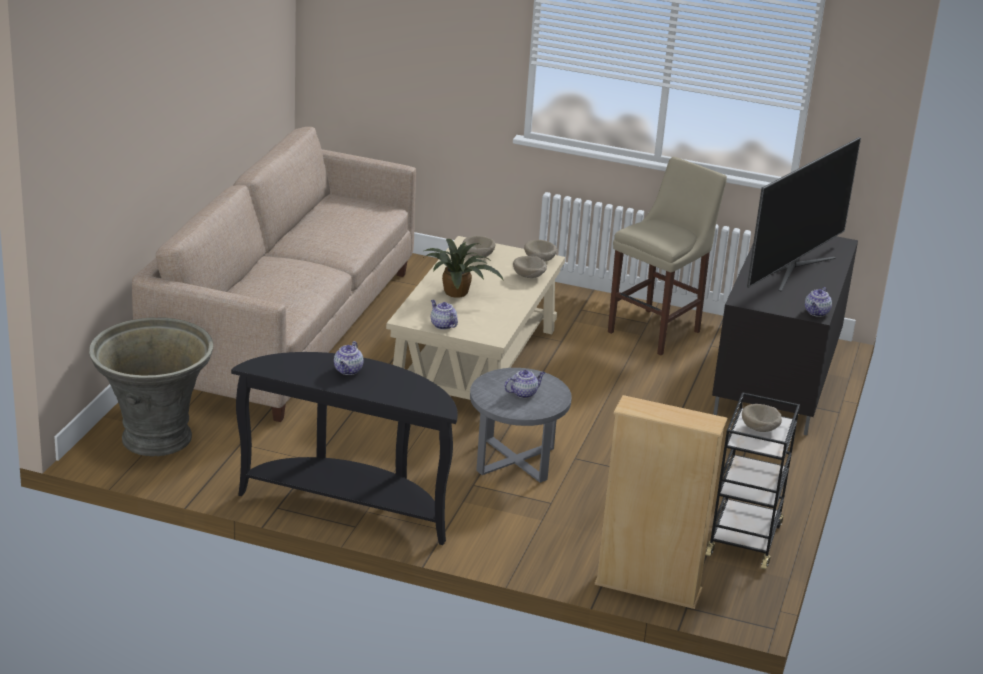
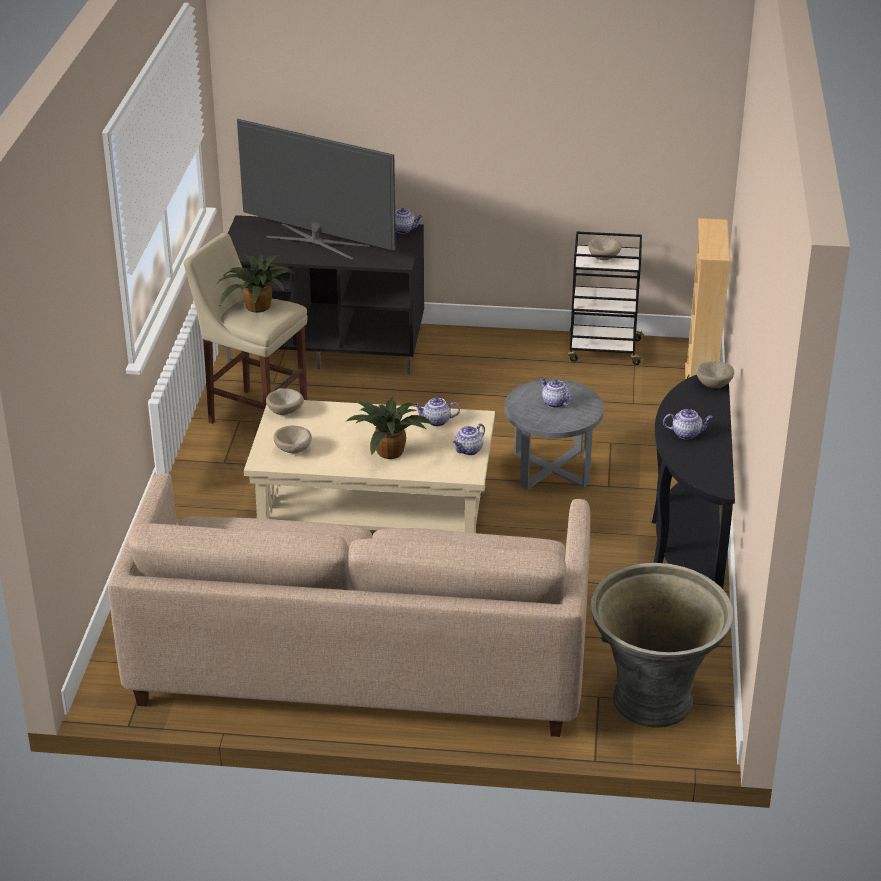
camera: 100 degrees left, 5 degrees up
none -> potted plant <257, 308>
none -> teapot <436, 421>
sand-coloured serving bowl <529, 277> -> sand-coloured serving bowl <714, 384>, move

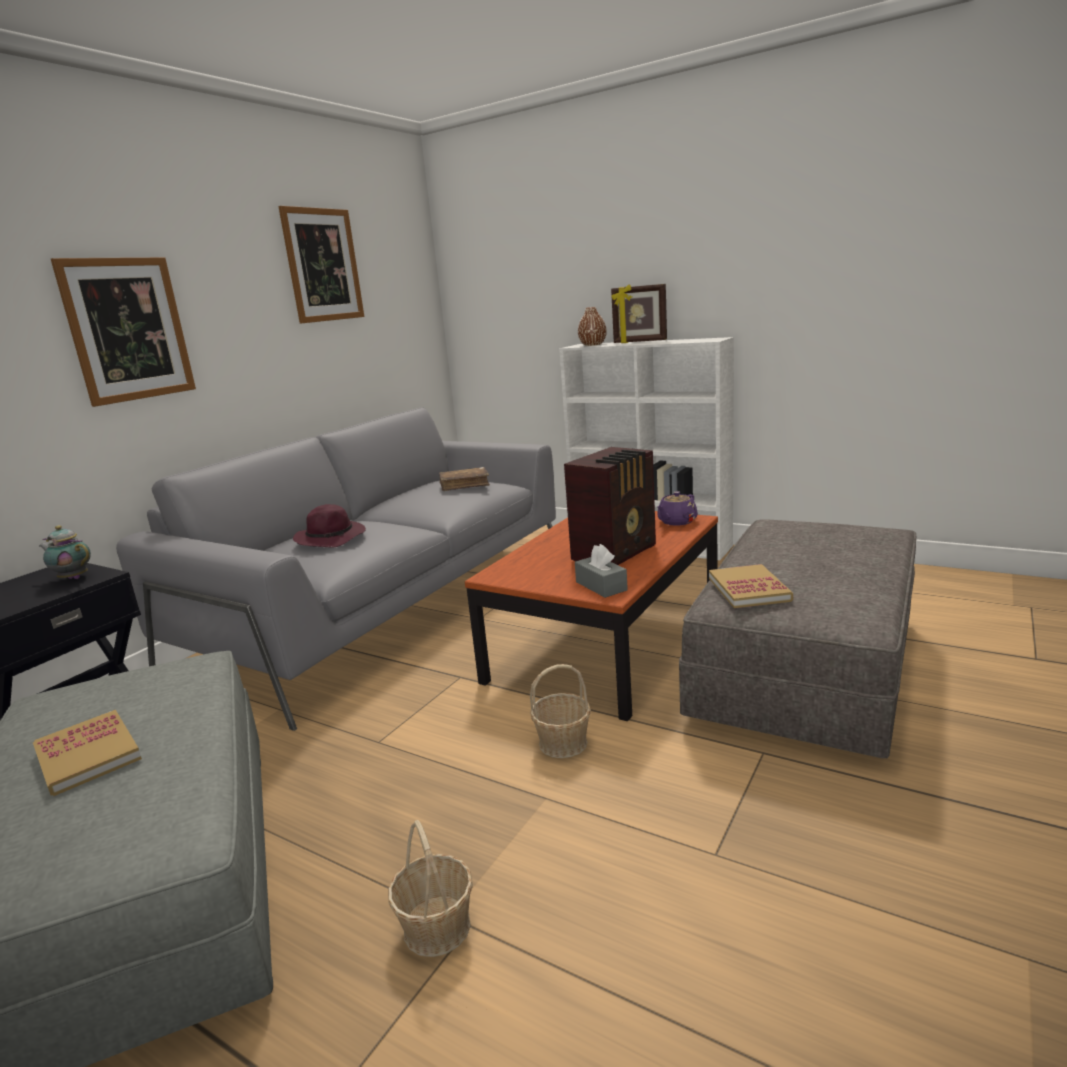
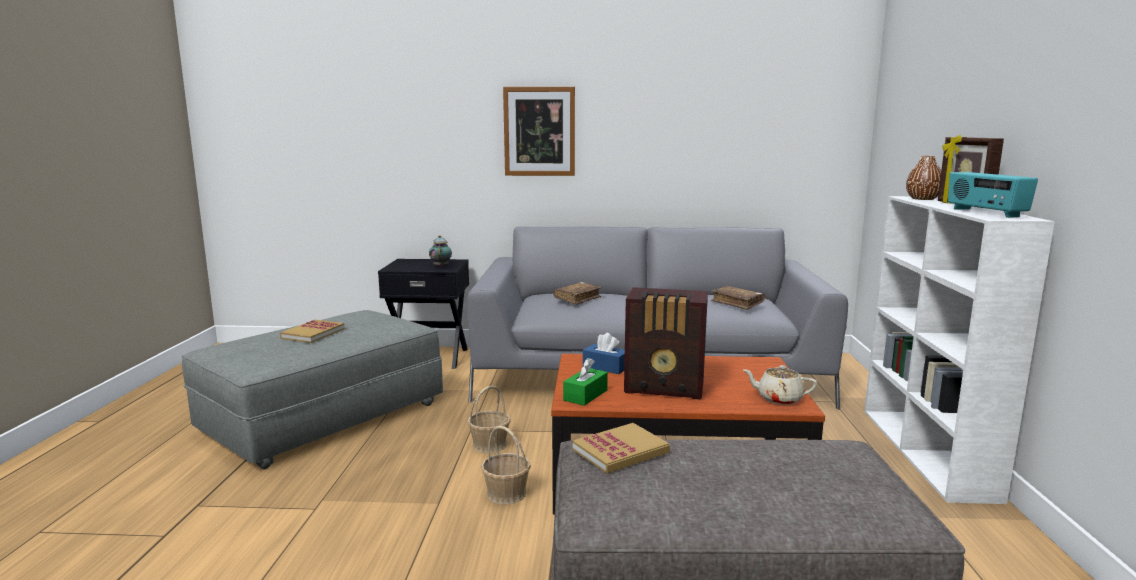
camera: 60 degrees right, 5 degrees down
wall art <323, 265> -> none
none -> bluish tissue holder <605, 367>
none -> radio set <985, 213>
storage basket <437, 927> -> storage basket <490, 445>, move
purple-coloured hat <332, 538> -> brown volume <577, 299>
grey tissue holder <601, 586> -> green-coloured tissue holder <585, 395>
purple-coloured teapot <676, 522> -> sand-coloured teapot <778, 399>

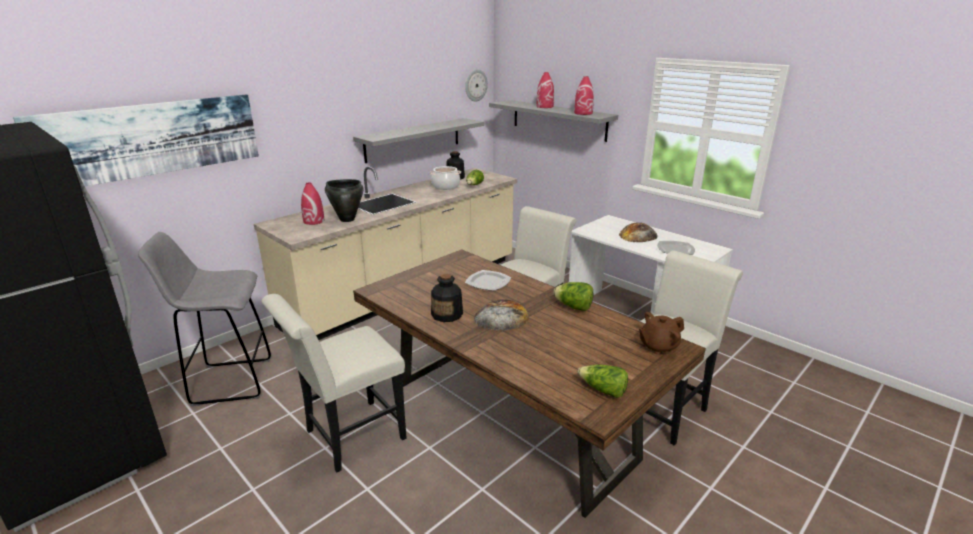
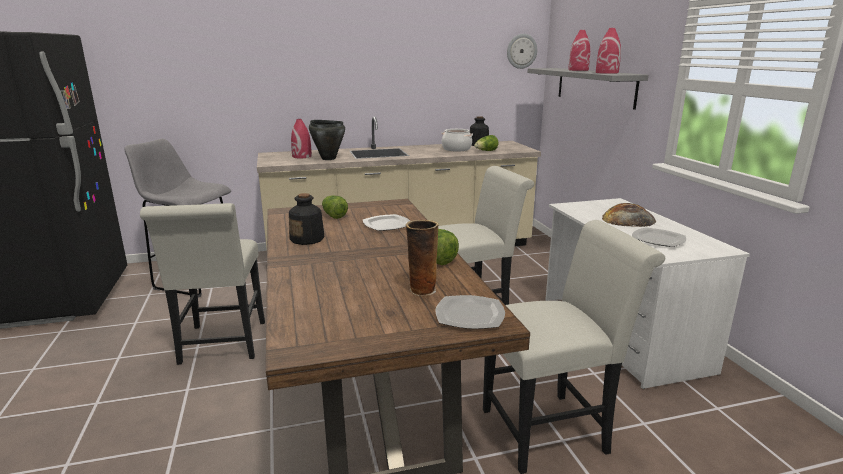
camera: 30 degrees right, 5 degrees down
wall art <152, 139> -> none
grey bracket shelf <413, 139> -> none
bread <501, 317> -> none
none -> vase <421, 289>
lettuce head <603, 390> -> lettuce head <333, 215>, move
brown teapot <658, 346> -> plate <470, 314>
white-coloured chair <348, 437> -> white-coloured chair <222, 346>, 90 degrees counterclockwise

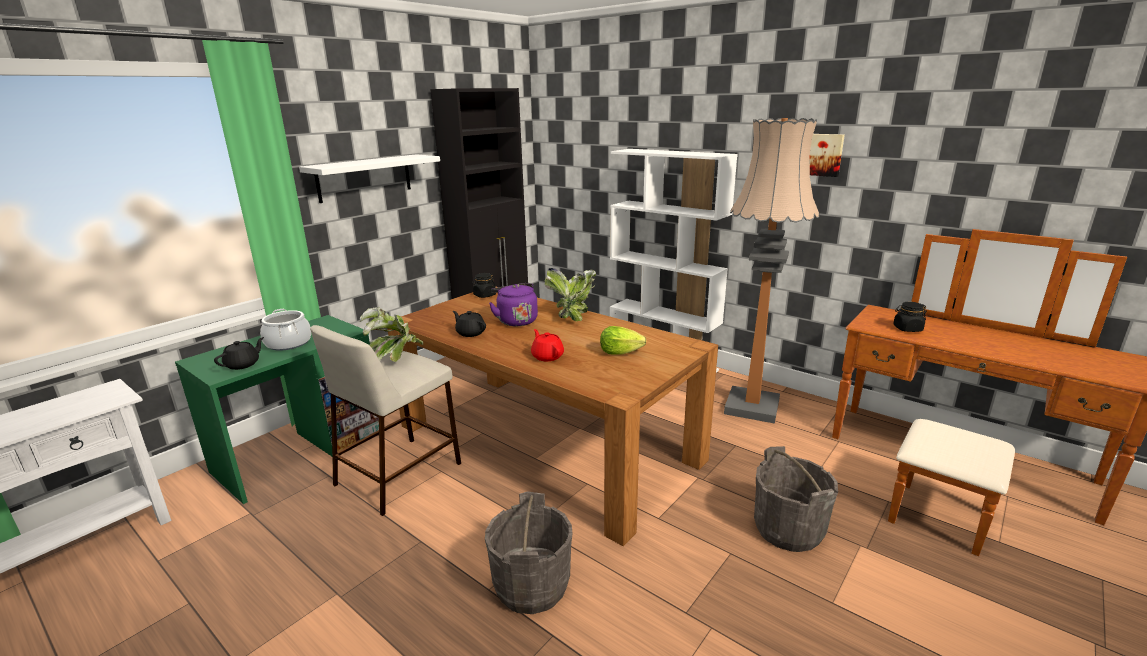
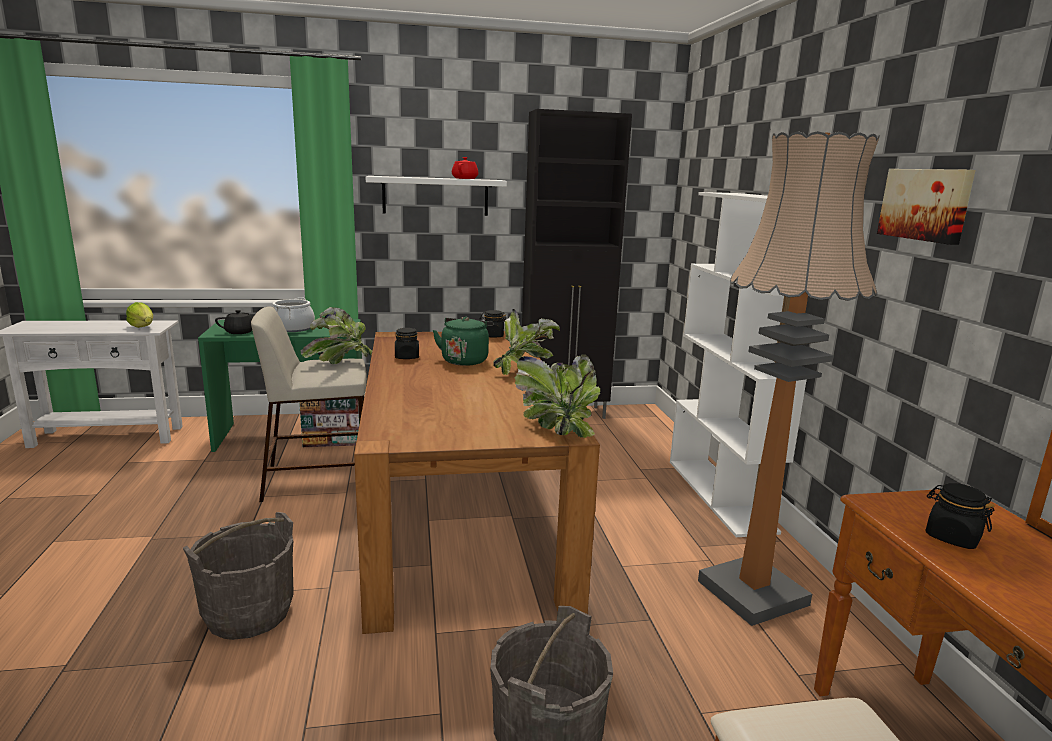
camera: 40 degrees right, 5 degrees down
none -> potted plant <557, 429>
red-coloured teapot <547, 356> -> red-coloured teapot <465, 178>, move
lettuce head <619, 352> -> lettuce head <143, 327>, move
black teapot <470, 333> -> black jar <407, 357>
purple-coloured tea kettle <516, 320> -> green-coloured tea kettle <465, 360>

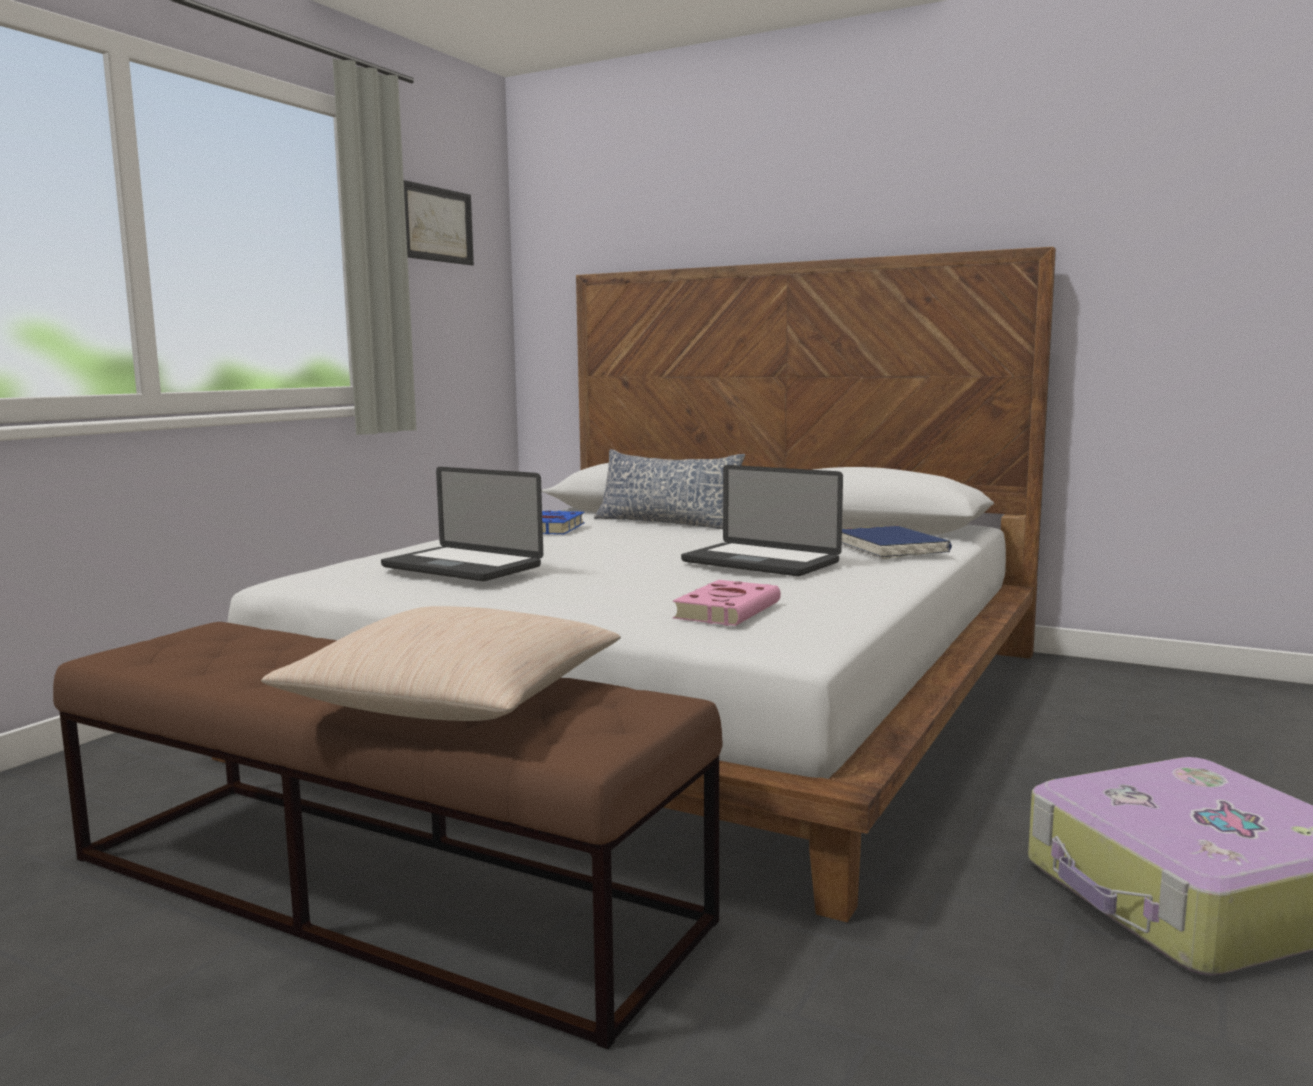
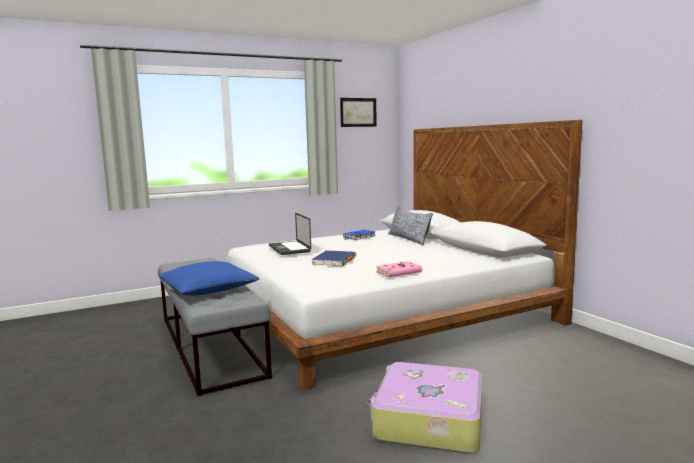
camera: 35 degrees right, 0 degrees up
laptop <760, 562> -> none
pink volume <728, 610> -> pink volume <399, 272>, move
bluish volume <890, 548> -> bluish volume <334, 261>, move
brown bench <379, 889> -> grey bench <210, 345>
sand-coloured pillow <457, 700> -> bluish pillow <208, 290>

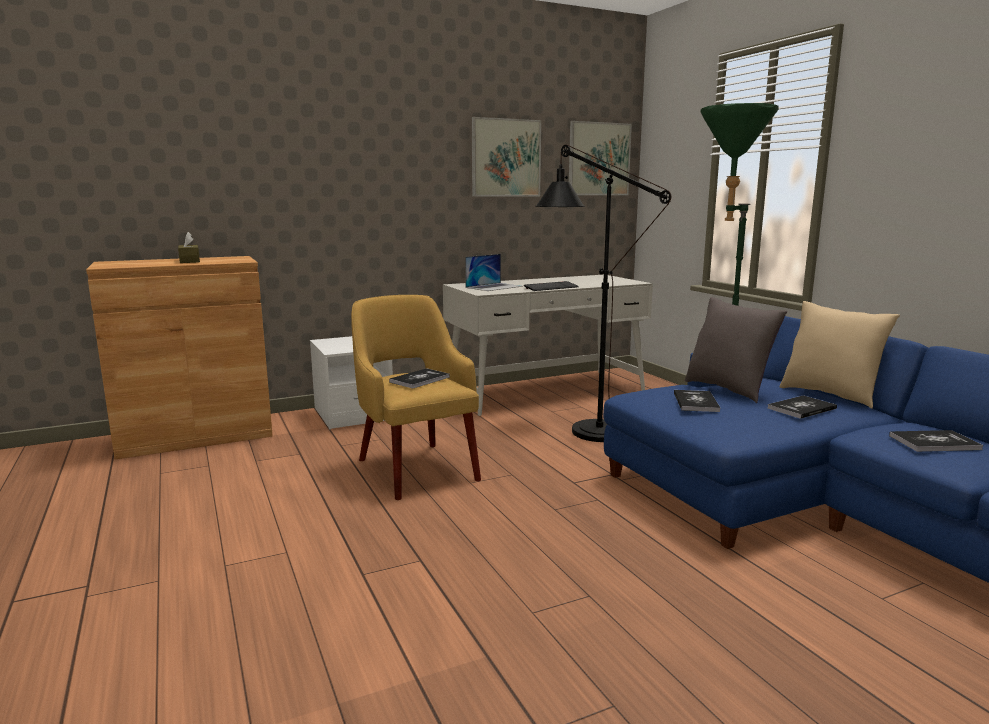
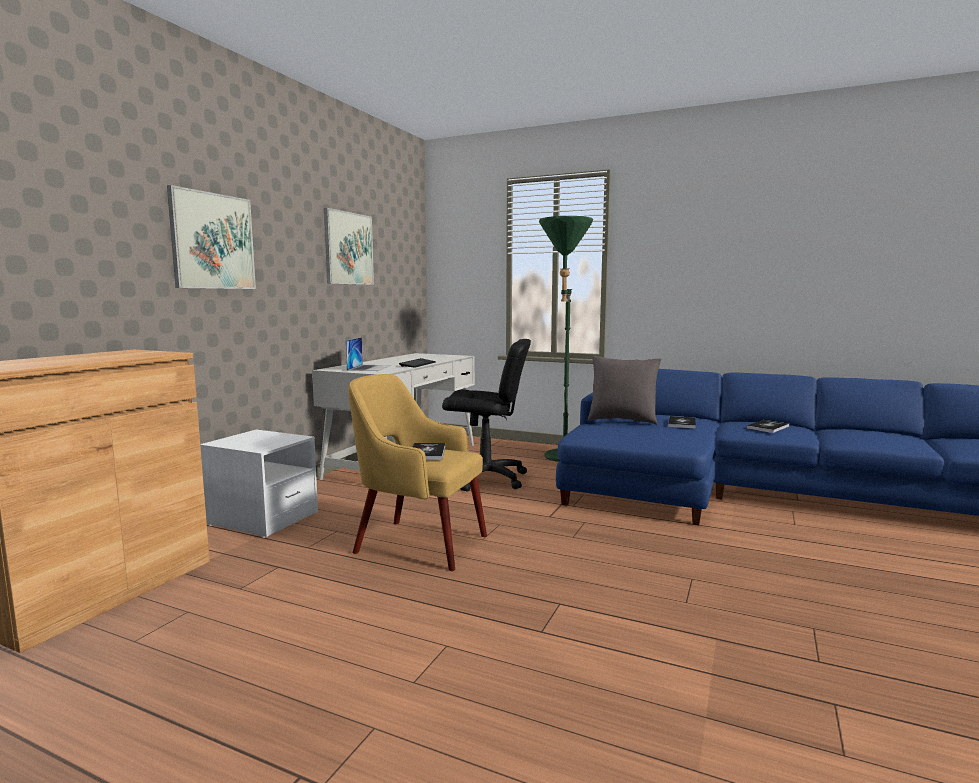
camera: 40 degrees left, 5 degrees down
brown tissue holder <189, 261> -> none
volume <695, 402> -> none
sand-coloured pillow <830, 395> -> none
wall art <599, 159> -> wall art <213, 241>, move
black standing lamp <587, 428> -> black office chair <486, 479>

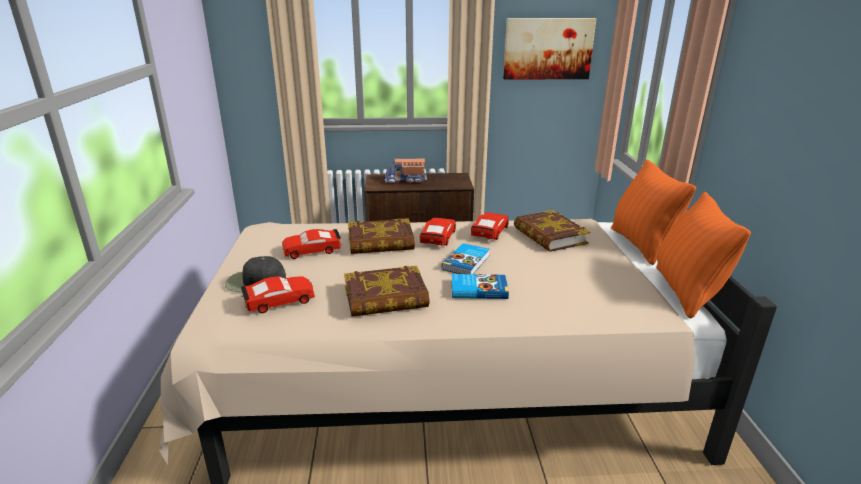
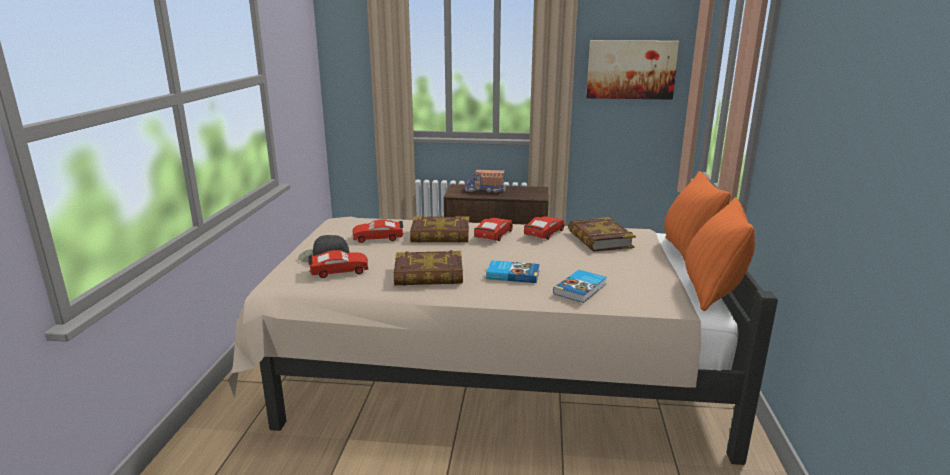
camera: 10 degrees right, 5 degrees down
volume <467, 262> -> volume <581, 289>, move

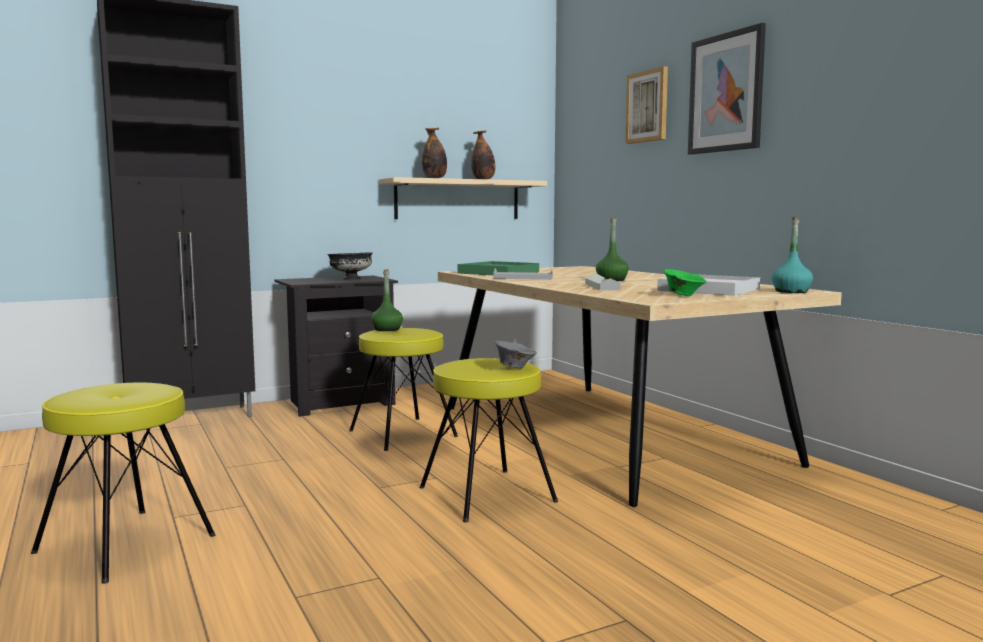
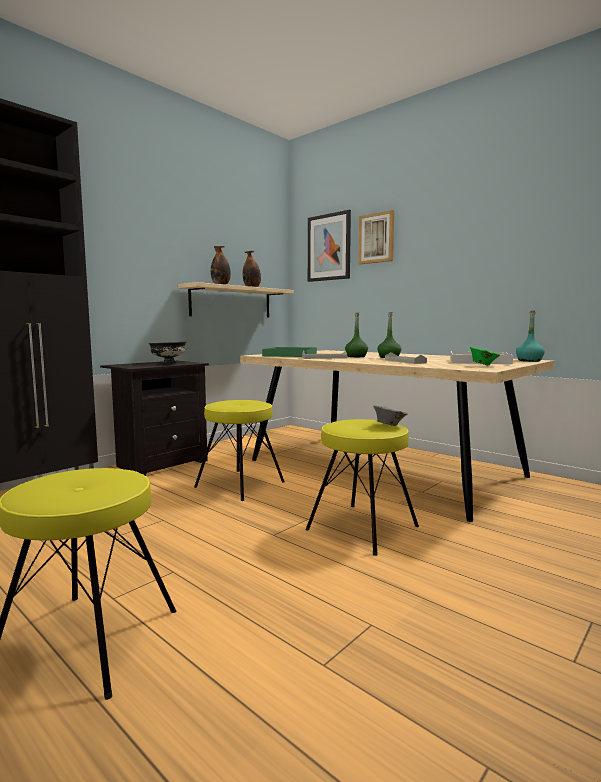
camera: 20 degrees left, 0 degrees up
green-coloured bottle <387, 329> -> green-coloured bottle <356, 356>, move
wall art <726, 93> -> wall art <329, 247>, move

